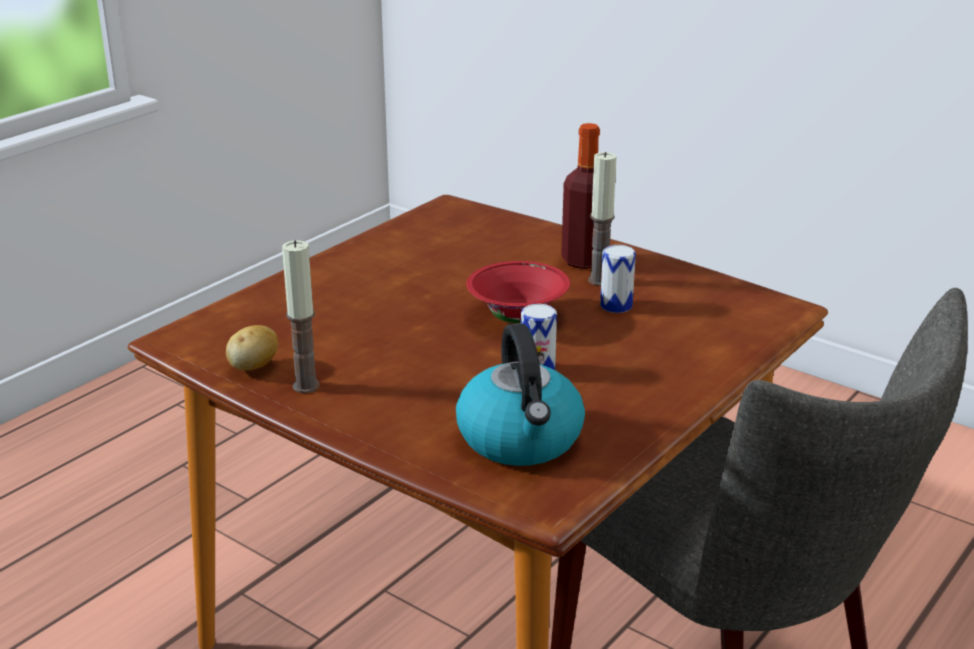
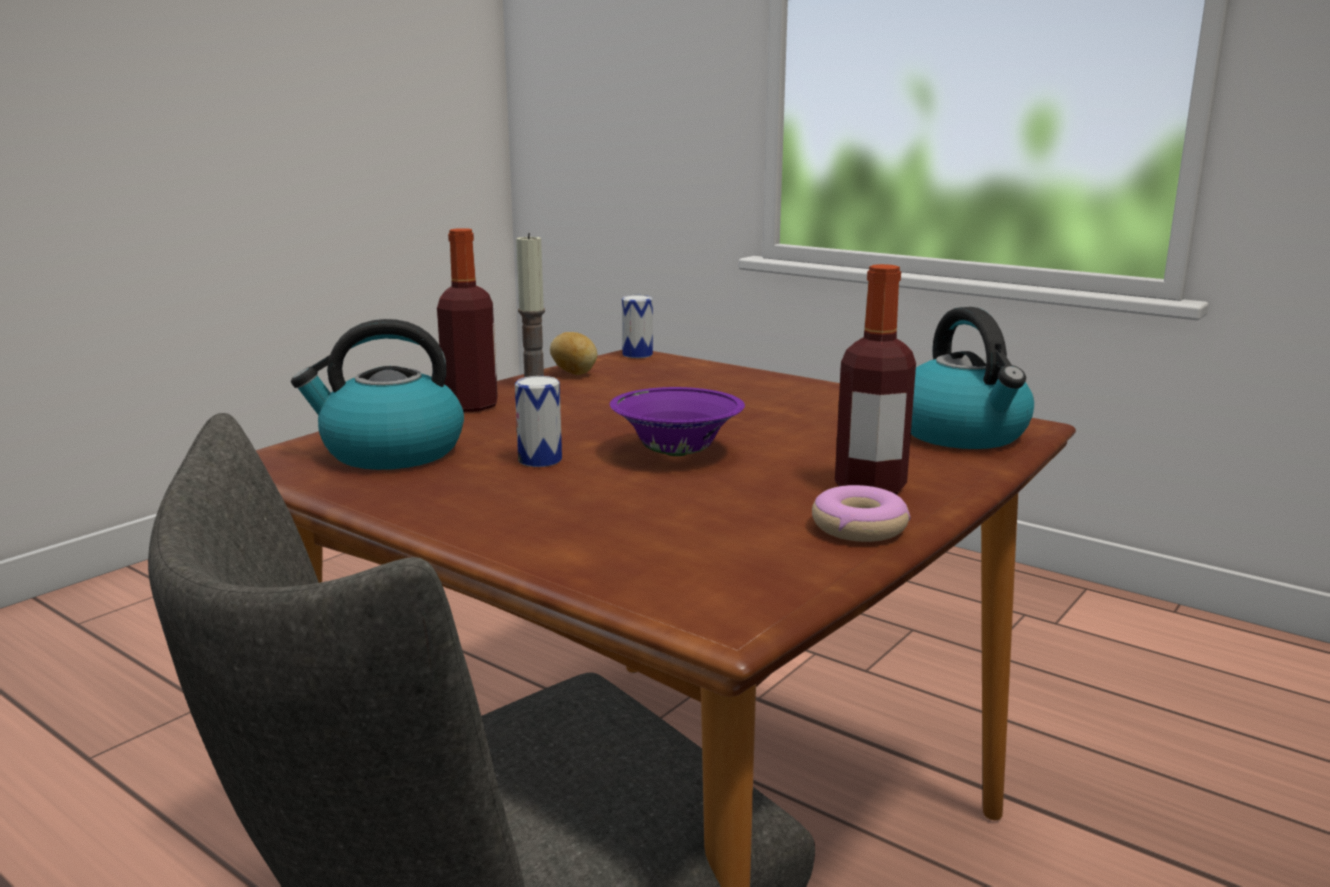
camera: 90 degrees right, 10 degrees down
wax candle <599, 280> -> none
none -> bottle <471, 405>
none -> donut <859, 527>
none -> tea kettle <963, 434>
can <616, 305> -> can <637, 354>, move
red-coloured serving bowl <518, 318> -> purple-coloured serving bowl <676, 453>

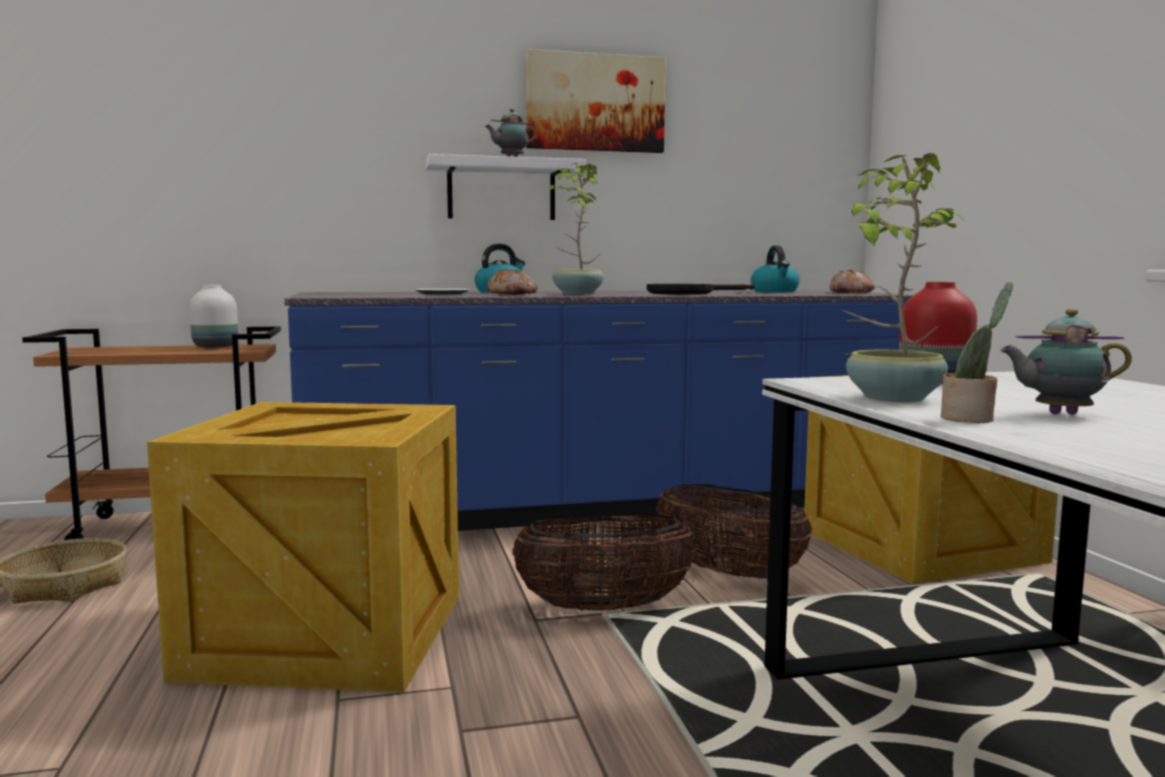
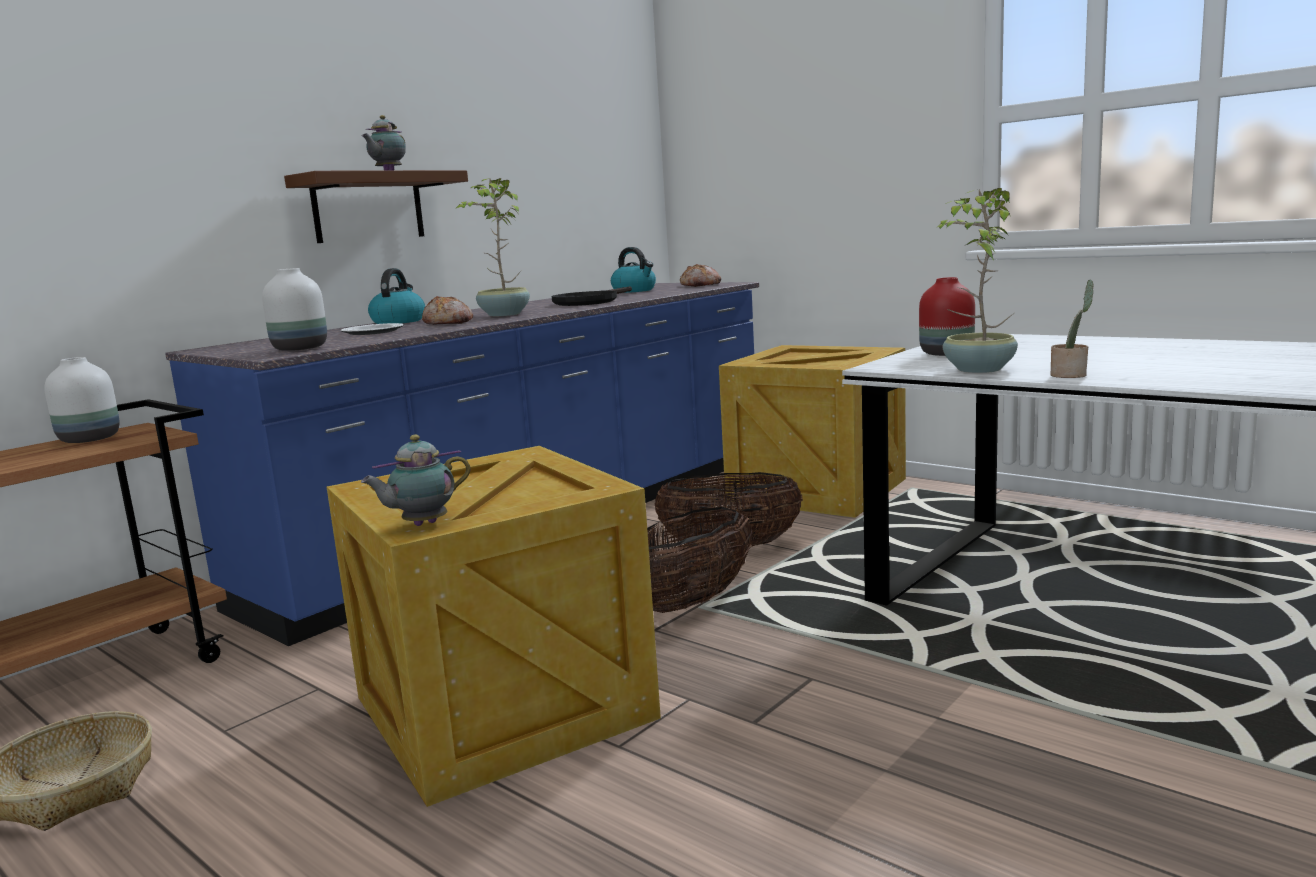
camera: 35 degrees left, 5 degrees up
wall art <595, 103> -> none
none -> white-coloured vase <302, 348>
teapot <1058, 414> -> teapot <422, 524>, move
white-coloured bracket shelf <501, 190> -> brown bracket shelf <368, 207>

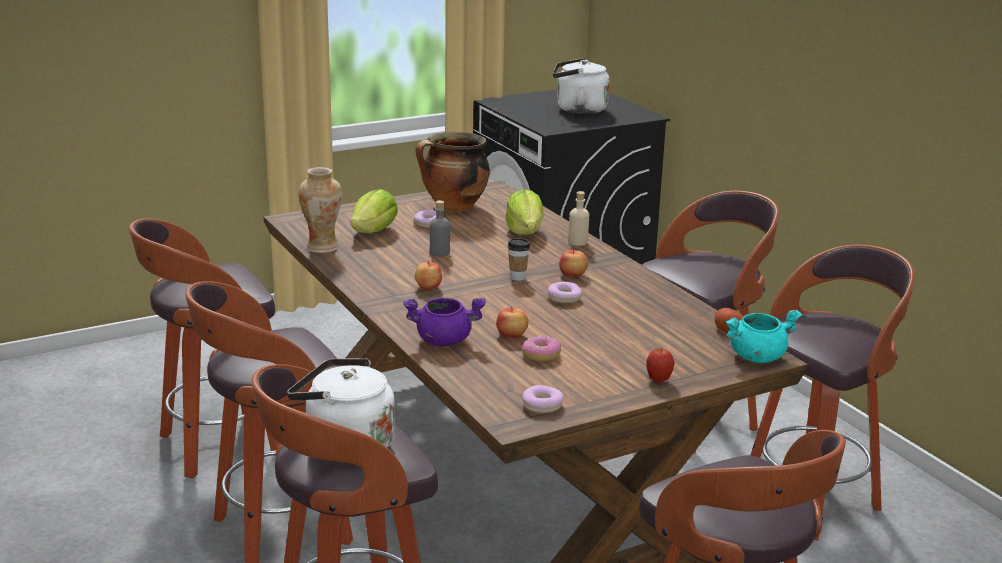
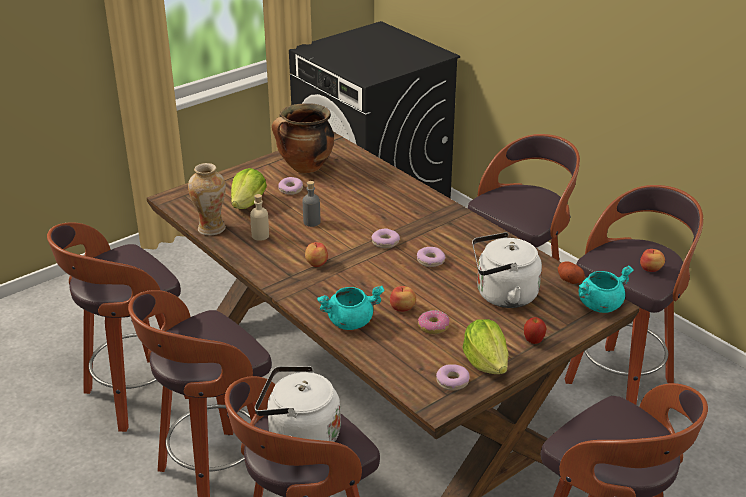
camera: 10 degrees left, 10 degrees up
lettuce head <525, 231> -> lettuce head <486, 362>, move
white-coloured tea kettle <578, 110> -> white-coloured tea kettle <502, 295>, move
apple <573, 275> -> apple <651, 269>, move
sand-coloured bottle <578, 242> -> sand-coloured bottle <260, 236>, move
drinking cup <517, 277> -> donut <385, 242>
purple-coloured stockpot <444, 340> -> blue-green stockpot <350, 321>

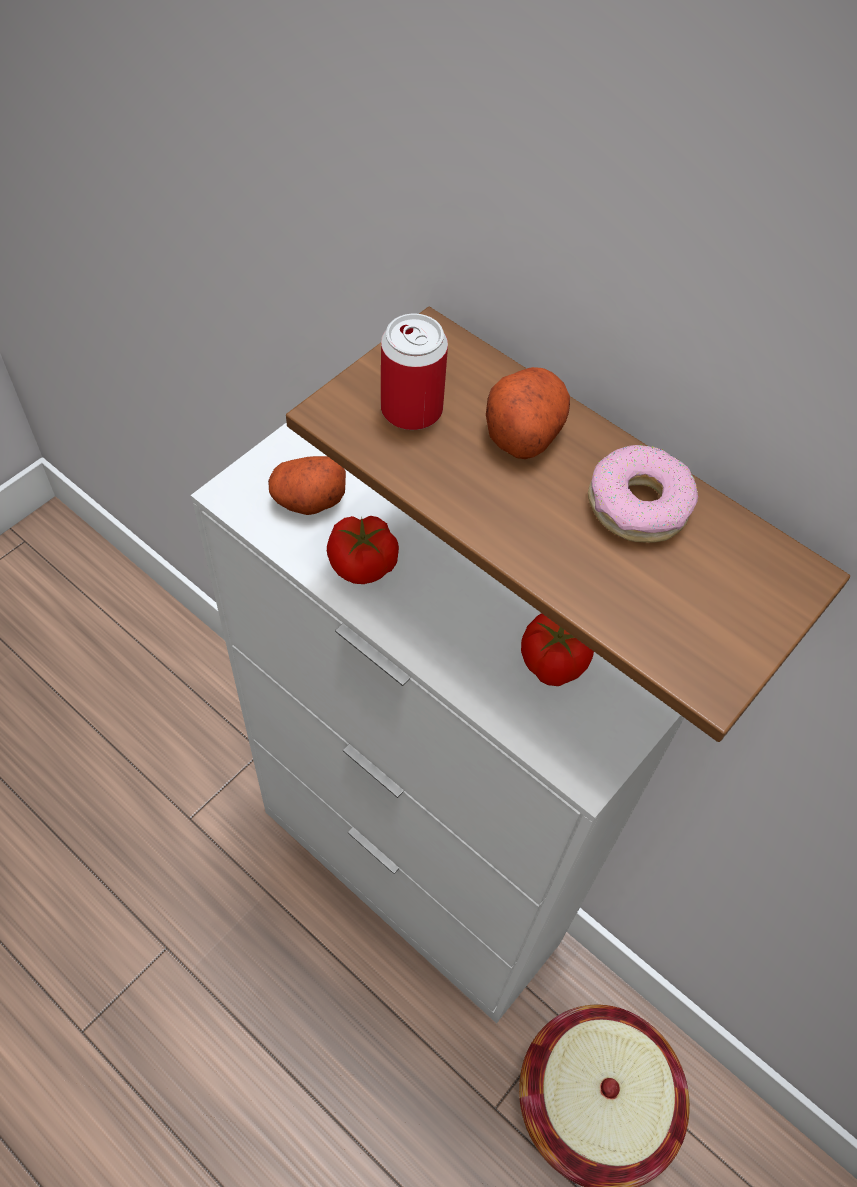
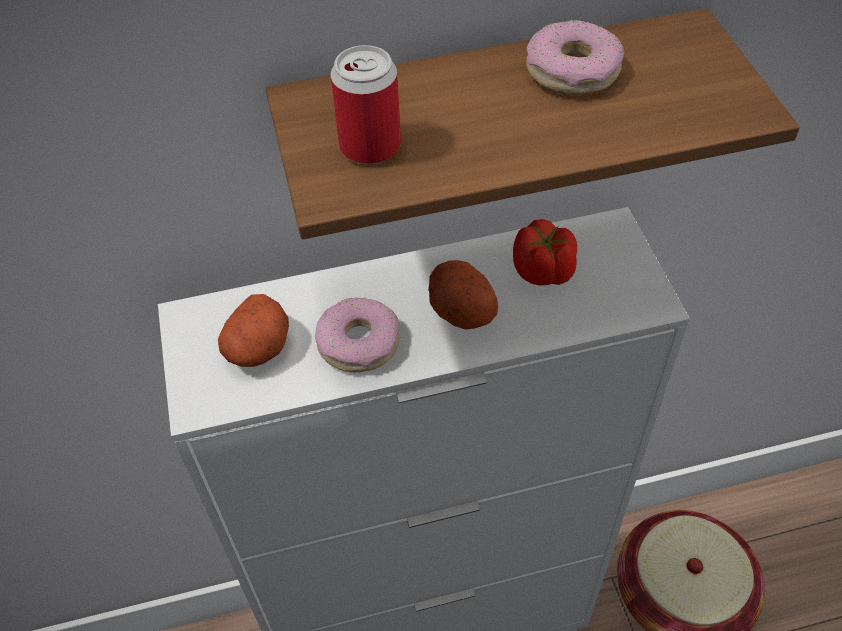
camera: 50 degrees left, 5 degrees down
spud <523, 430> -> spud <460, 309>, move
fresh tomato <363, 565> -> donut <359, 343>

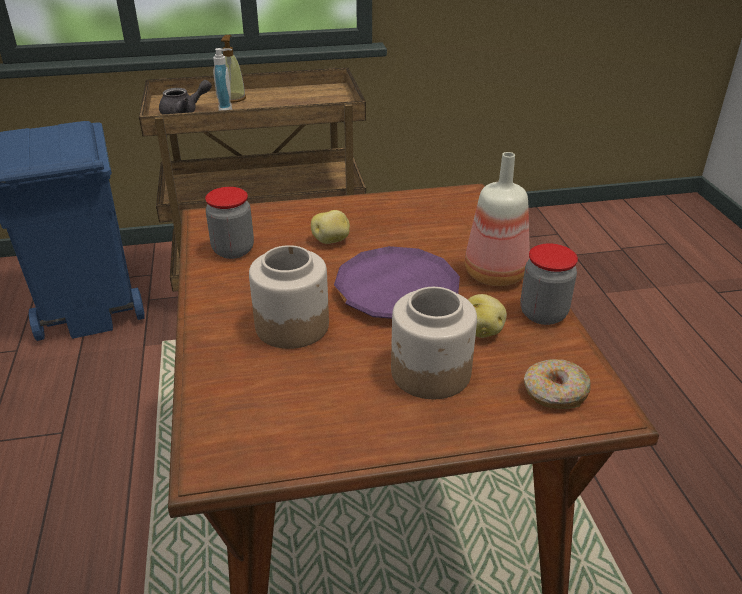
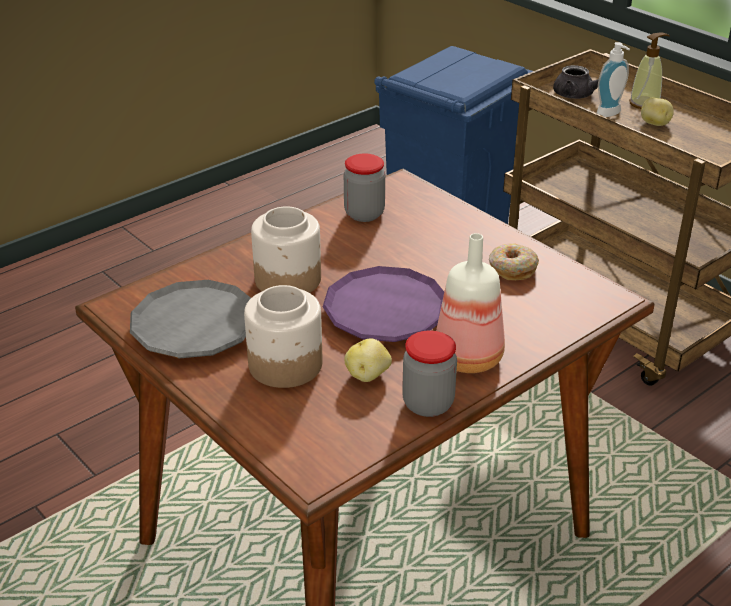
camera: 60 degrees right, 0 degrees up
none -> grey plate <195, 327>
spud <331, 241> -> spud <655, 124>, move
donut <554, 393> -> donut <512, 269>, move

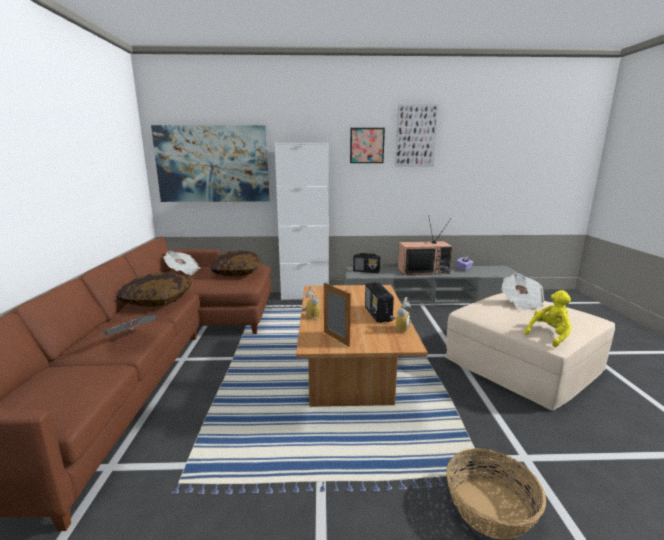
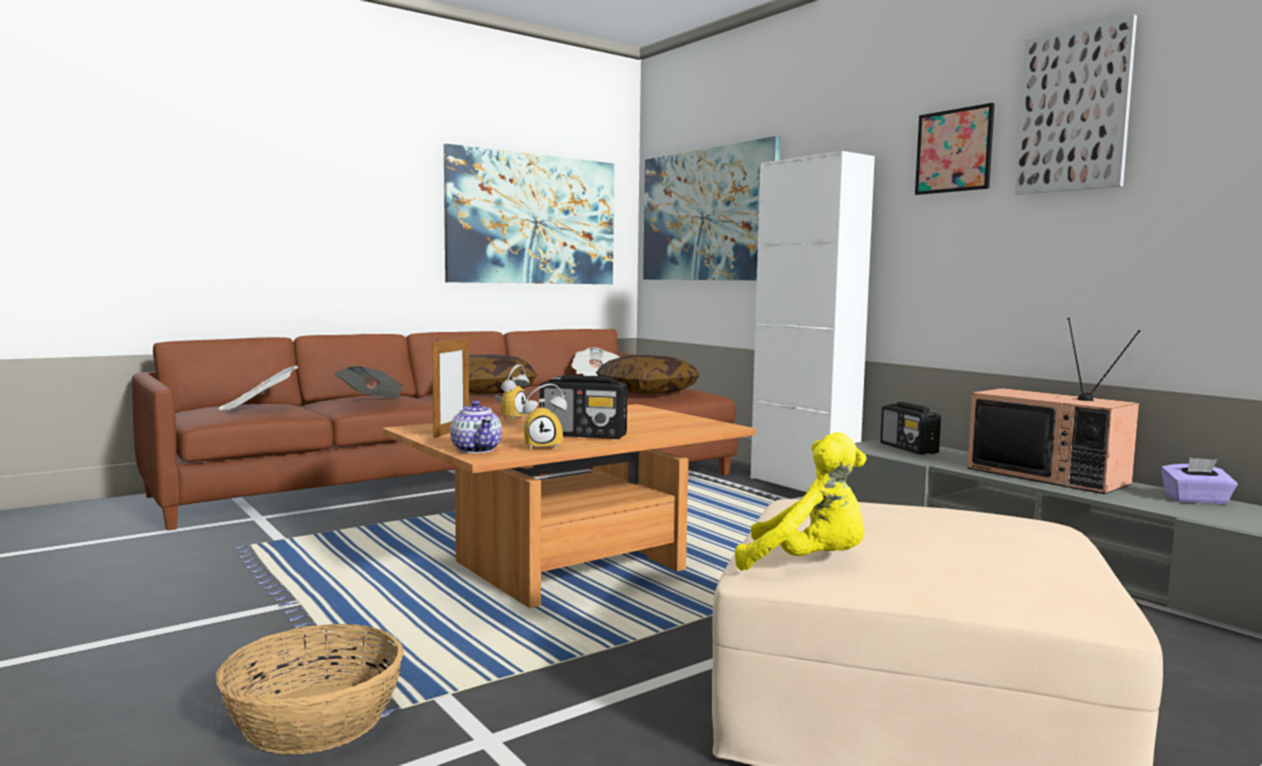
camera: 55 degrees right, 10 degrees down
none -> wall art <533, 219>
none -> teapot <477, 450>
printed paper <521, 302> -> printed paper <258, 408>, move
radio set <378, 314> -> radio set <584, 435>, 120 degrees counterclockwise

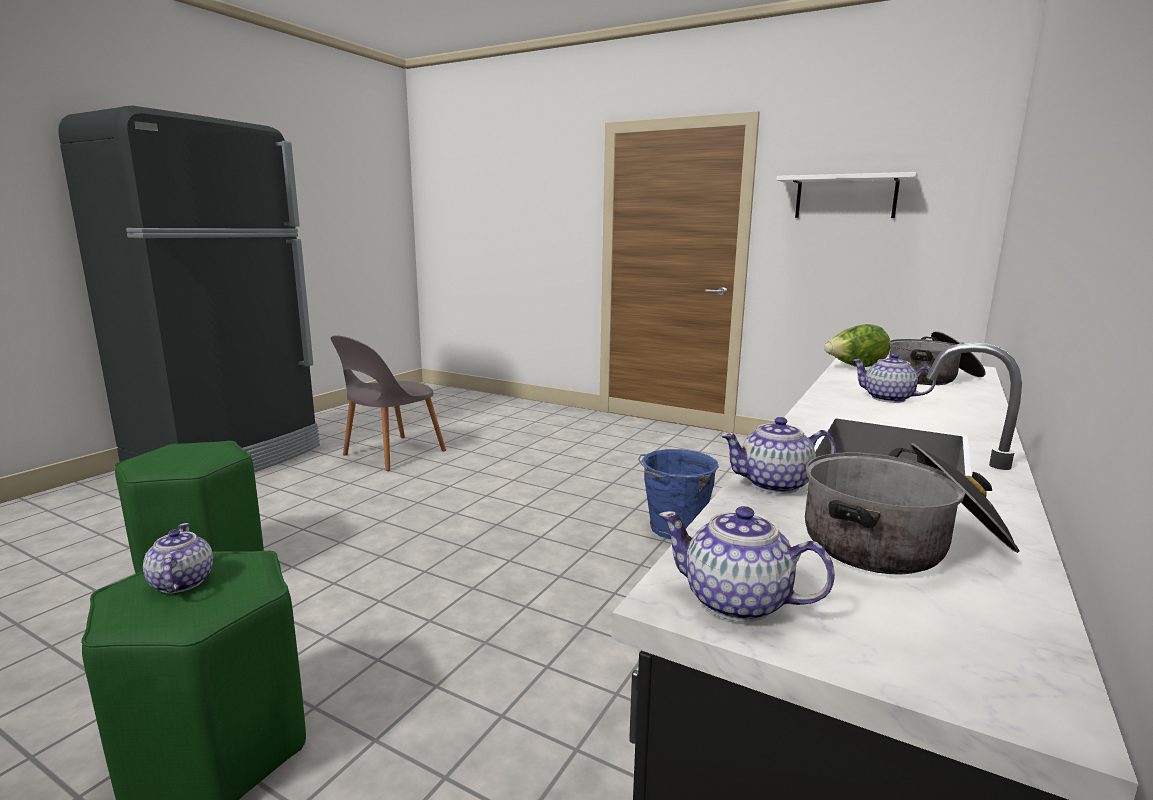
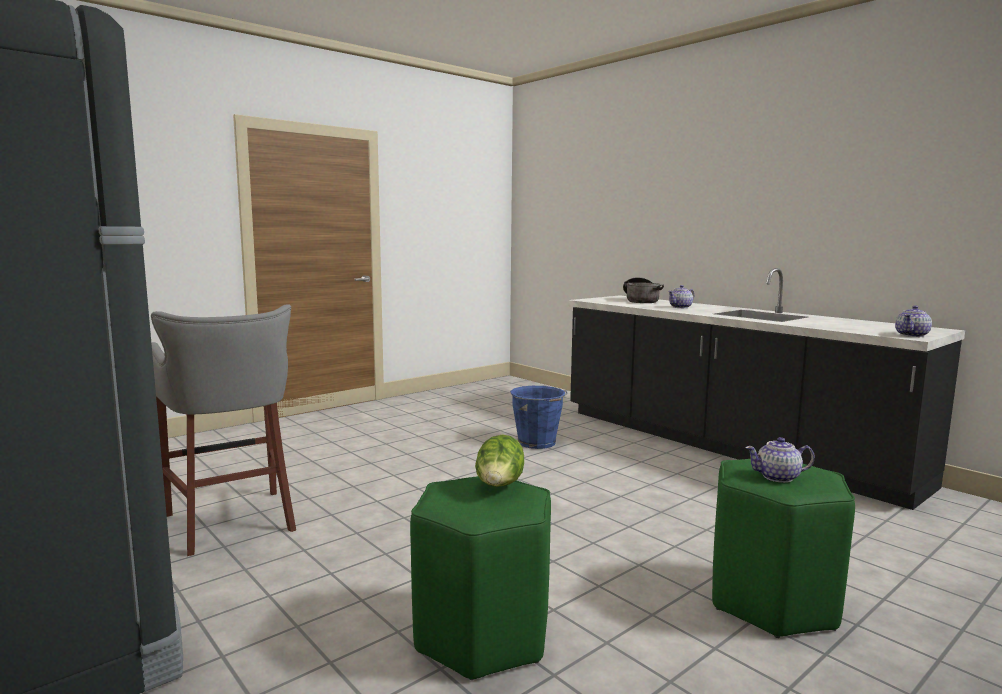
camera: 70 degrees left, 5 degrees down
teapot <775, 484> -> none
white-coloured bracket shelf <845, 197> -> none
stockpot <902, 544> -> none
lettuce head <855, 367> -> lettuce head <499, 487>, move
grey chair <391, 454> -> grey stool <233, 523>

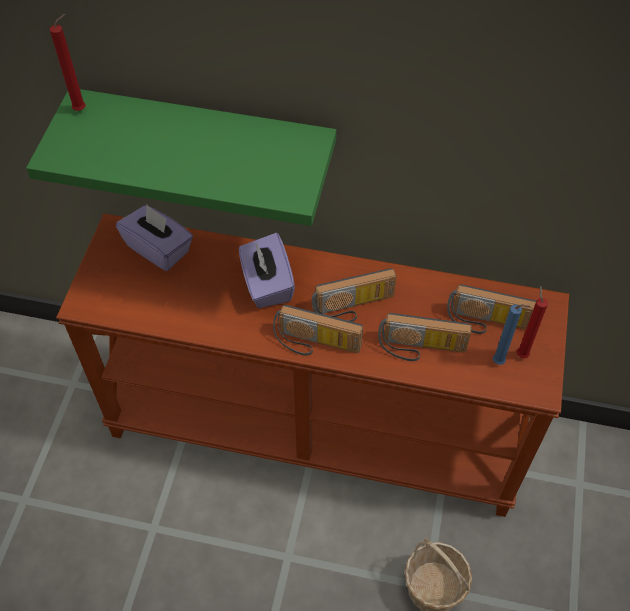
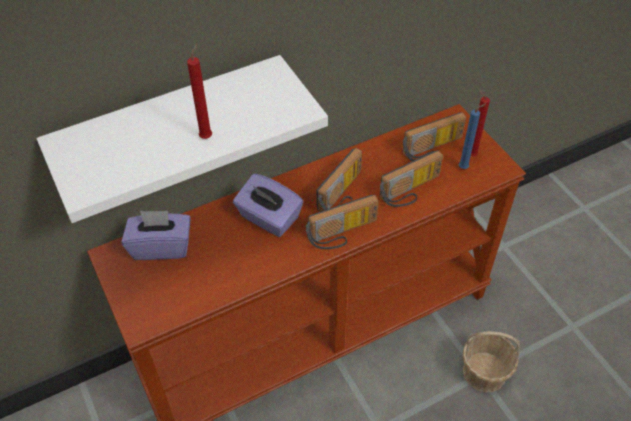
camera: 40 degrees left, 5 degrees down
red-coloured wax candle <82, 109> -> red-coloured wax candle <207, 136>, move
green-coloured bracket shelf <205, 141> -> white-coloured bracket shelf <171, 125>

